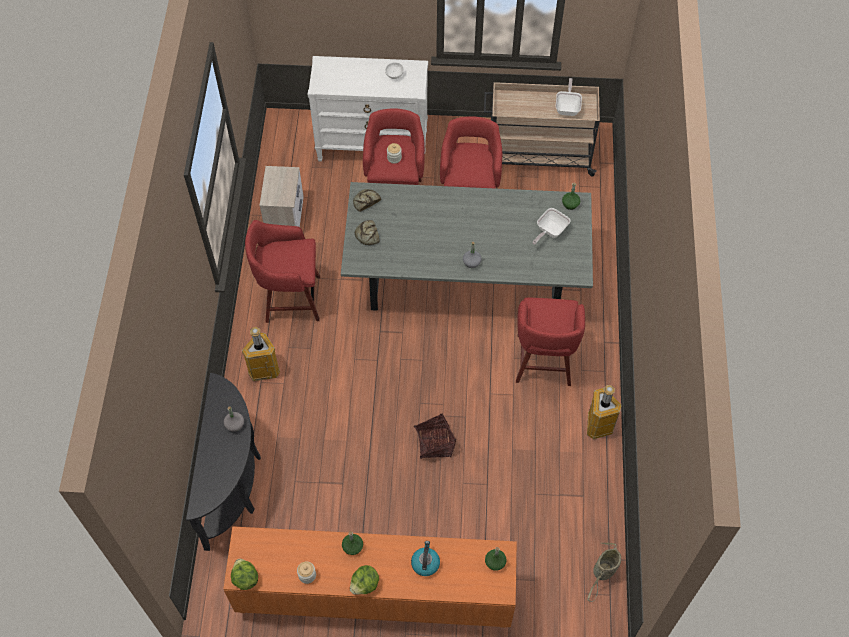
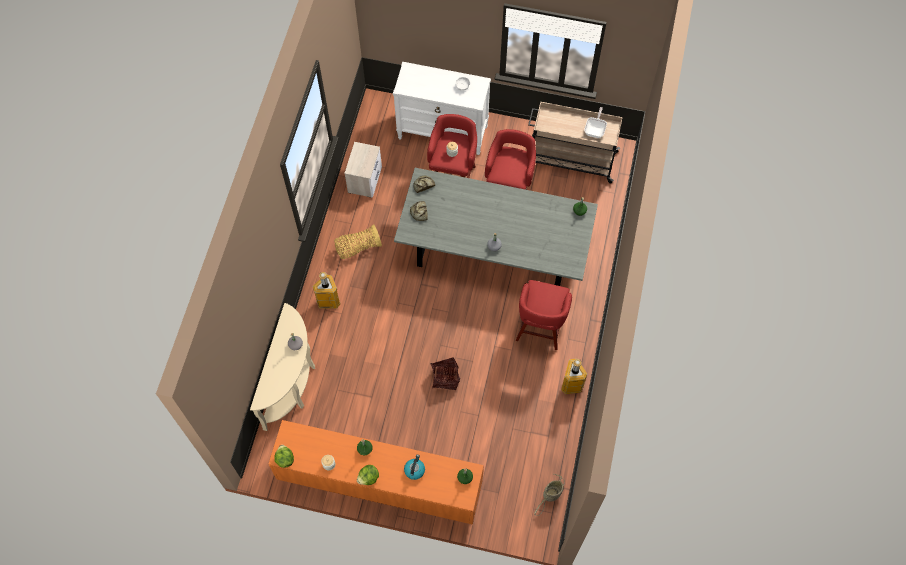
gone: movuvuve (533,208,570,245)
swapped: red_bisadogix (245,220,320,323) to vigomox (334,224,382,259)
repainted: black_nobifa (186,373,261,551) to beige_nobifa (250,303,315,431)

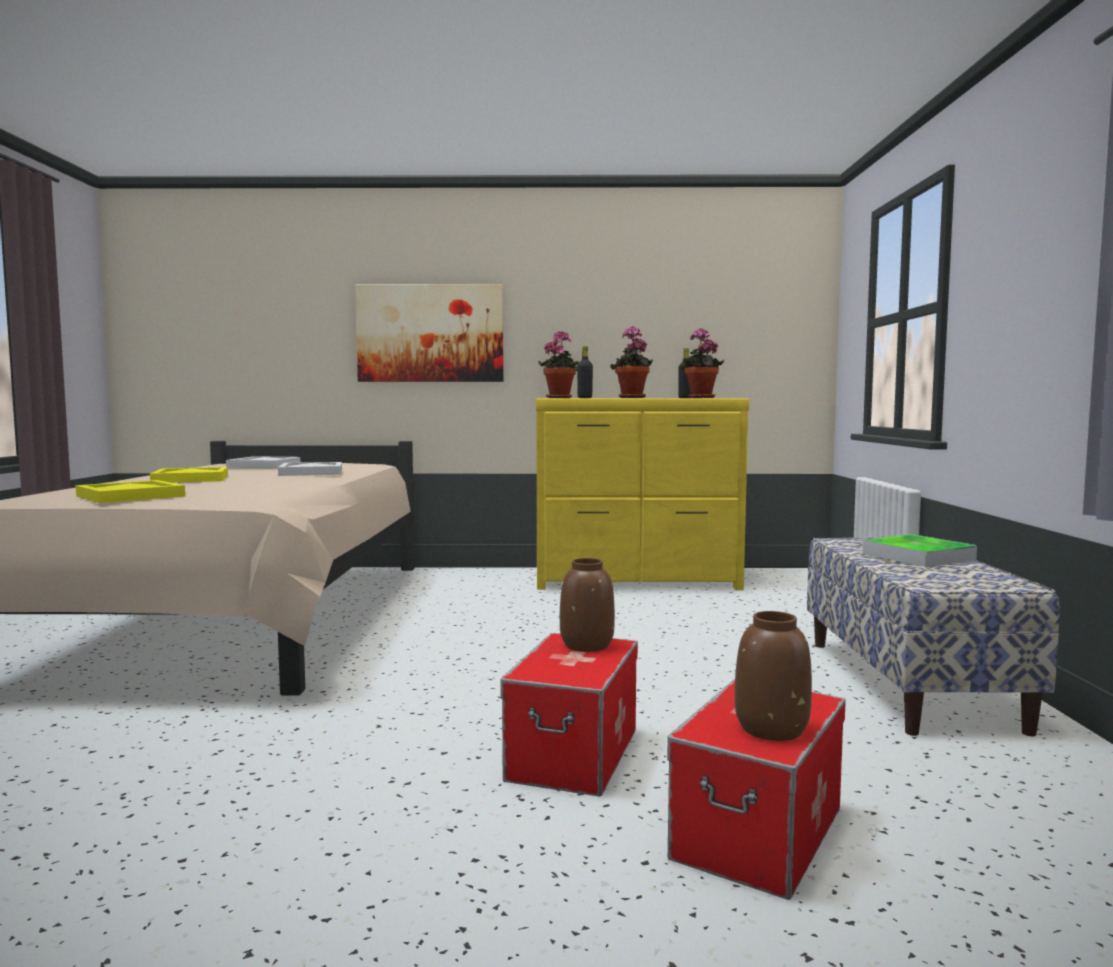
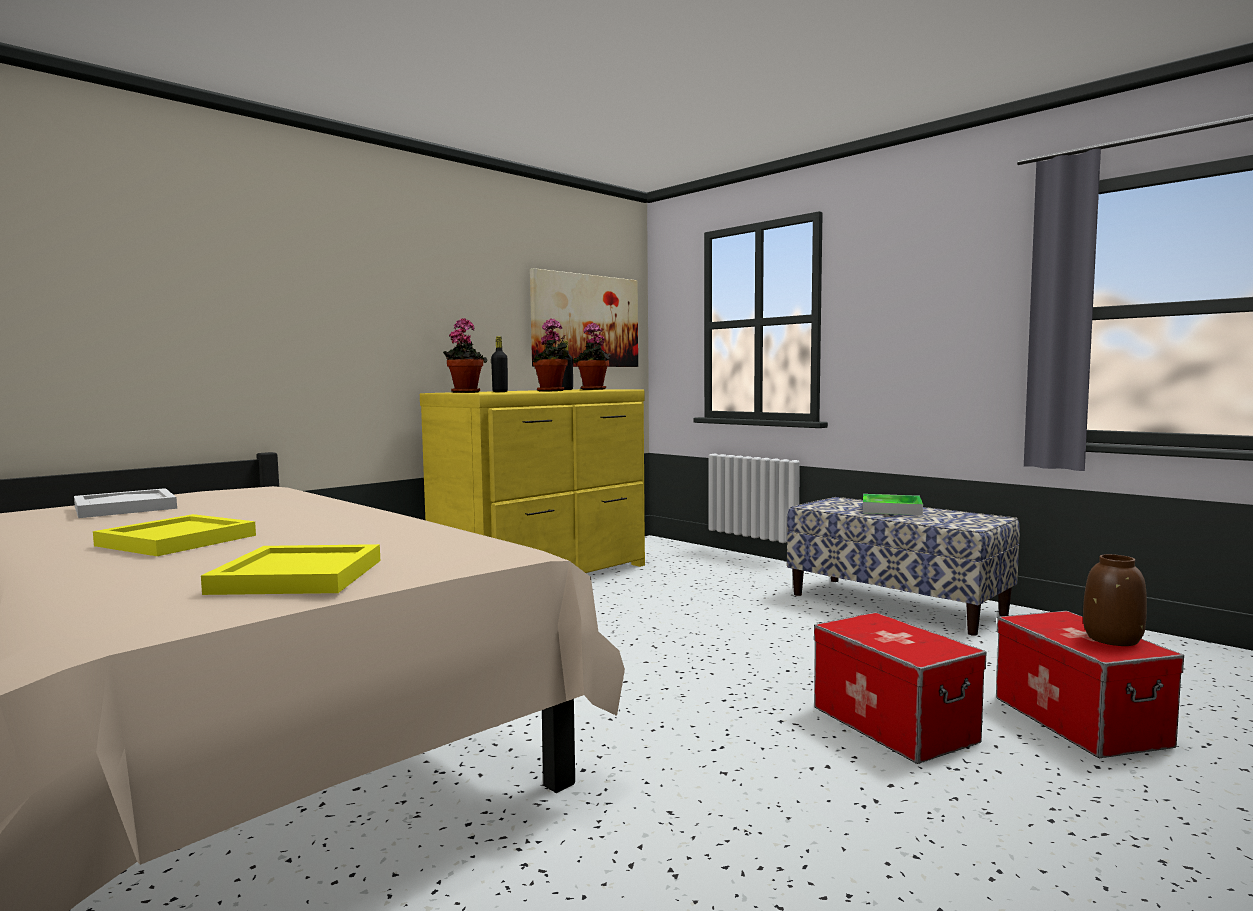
gone: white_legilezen (278,462,342,476); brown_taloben (560,558,615,652)
shifted: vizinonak (355,284,504,382) to (530,268,638,367)

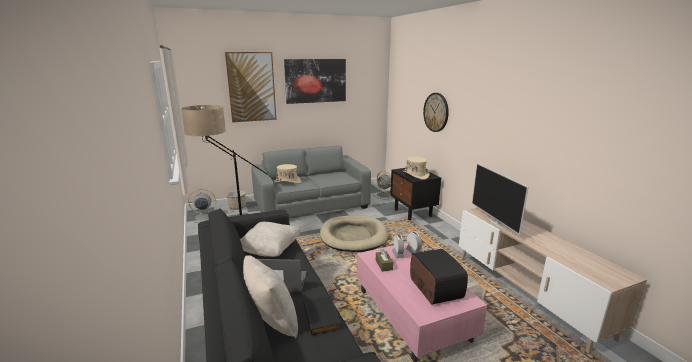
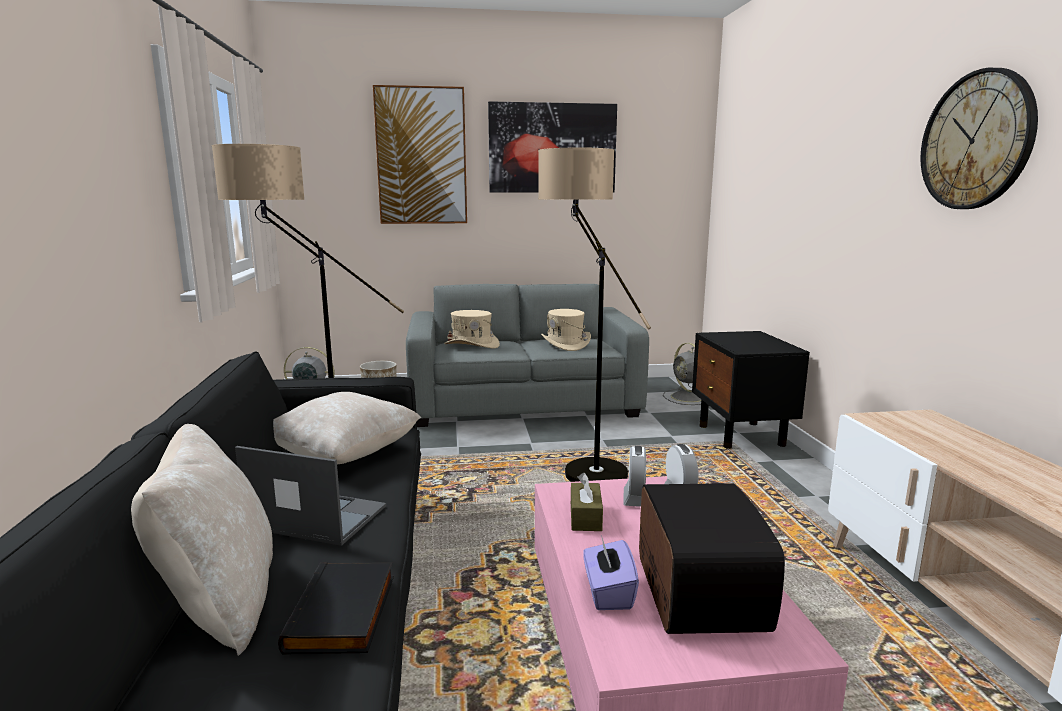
gone: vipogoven (472,163,529,235)
new: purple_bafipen (583,535,639,610)
shifted: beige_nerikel (403,157,430,180) to (541,309,591,351); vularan (423,93,449,132) to (920,68,1038,209)
swapped: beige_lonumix (320,215,388,252) to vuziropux (538,147,651,482)

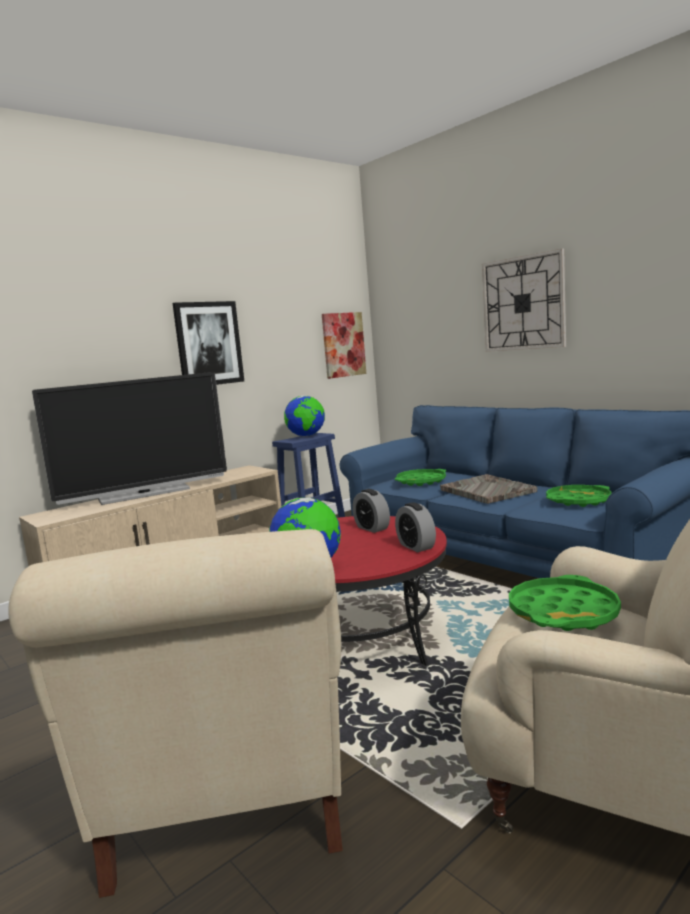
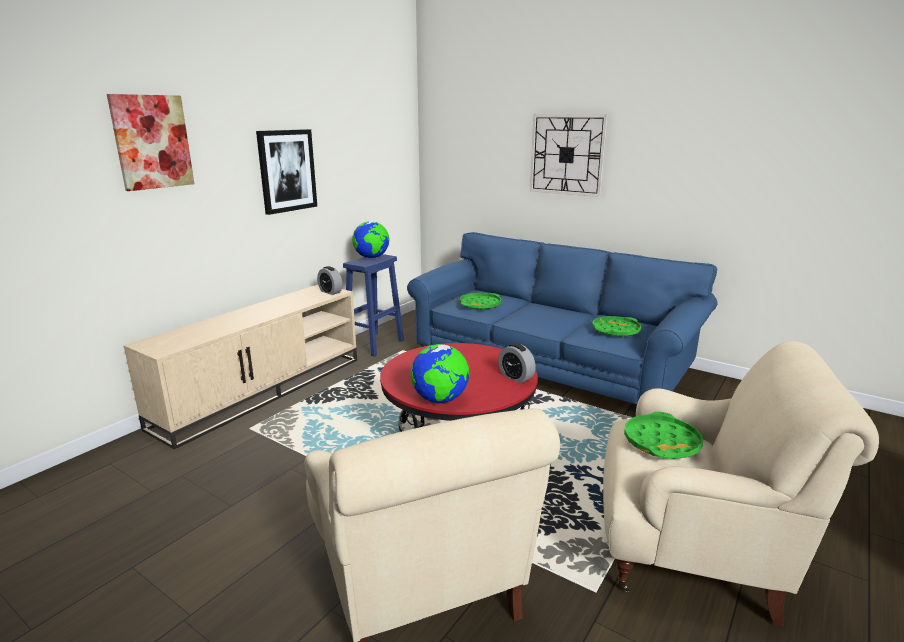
gone: vipogoven (32,372,227,505); grey_legilezen (440,474,537,504)
shifted: vizinonak (322,312,366,379) to (107,94,194,191); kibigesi (353,489,390,533) to (317,266,342,295)

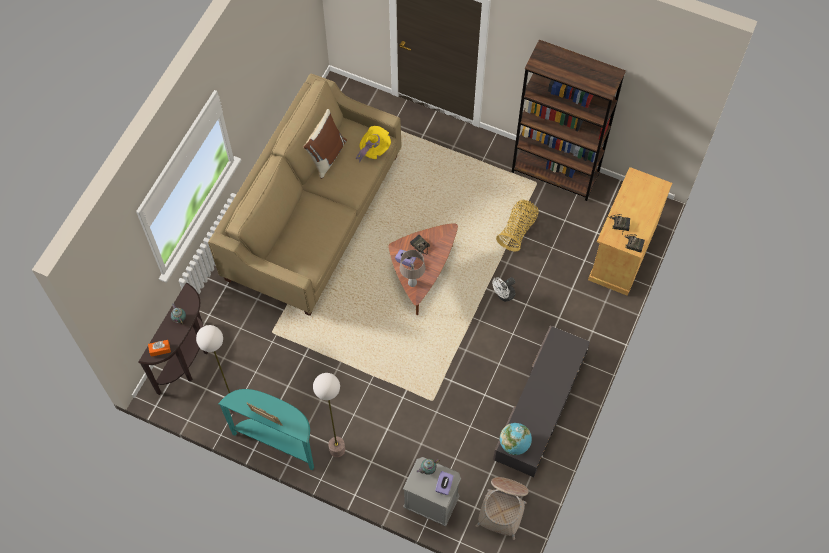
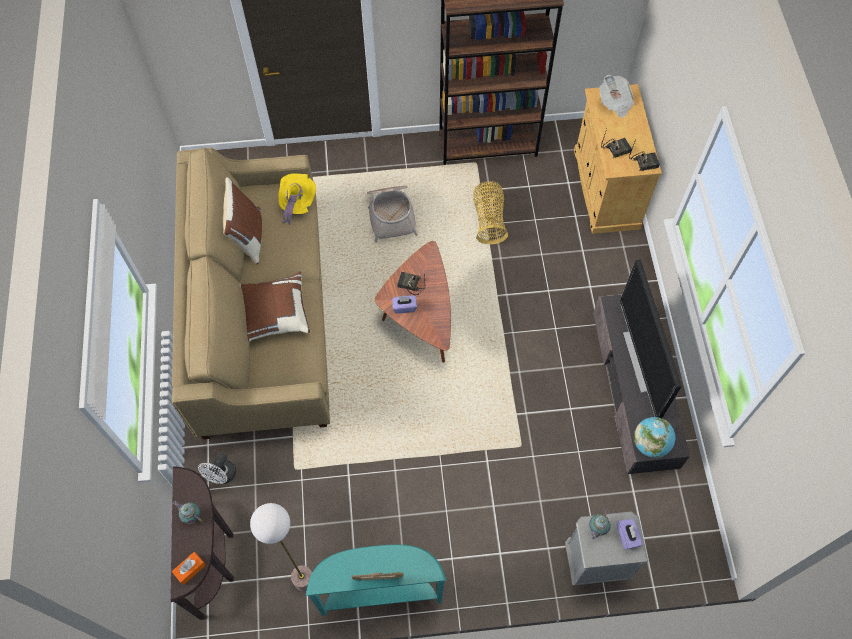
gone: vuziropux (313,373,345,457); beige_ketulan (400,250,425,287)
new: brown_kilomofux (240,271,310,342); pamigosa (599,74,635,118); vipogoven (620,260,682,418)
shifted: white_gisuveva (492,277,515,301) to (198,453,236,484); vigomox (476,477,529,540) to (367,186,418,243)

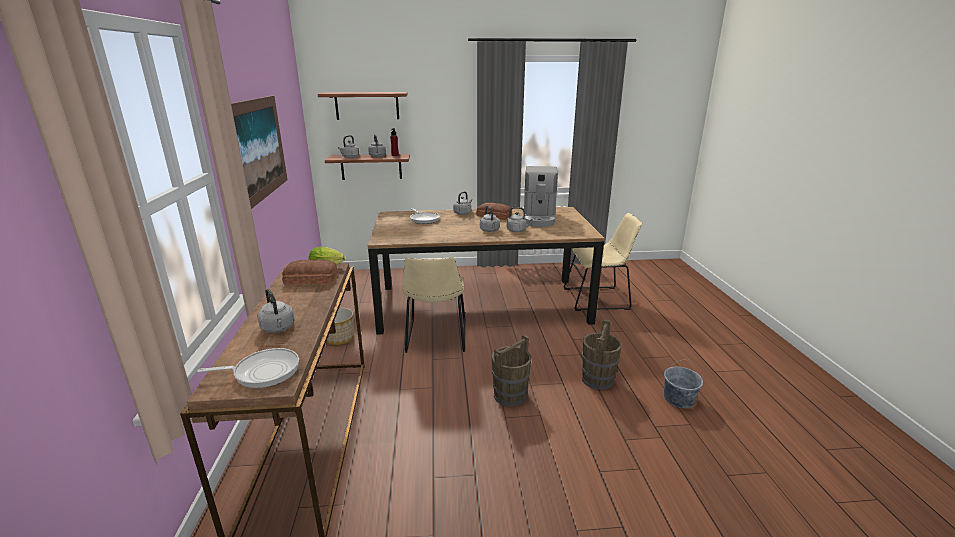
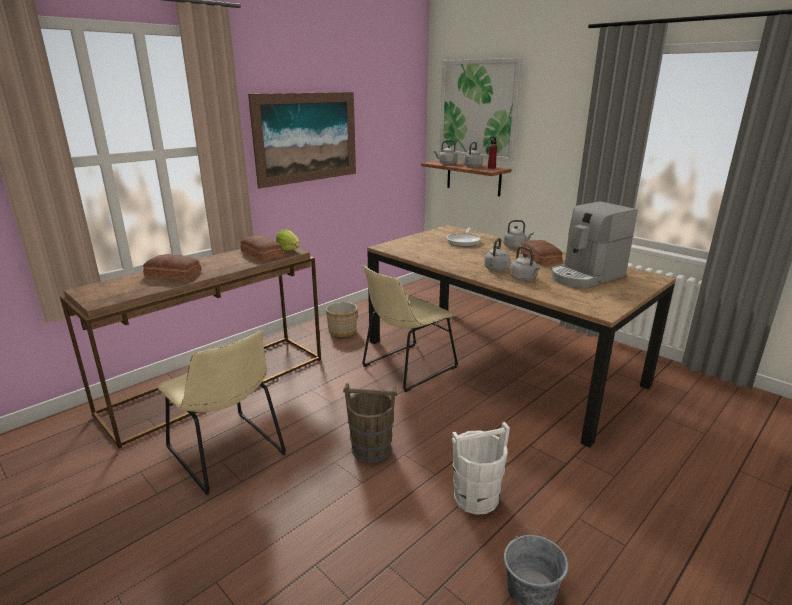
gone: movuvuve (197,348,299,388)
shifted: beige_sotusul (564,213,642,311) to (158,331,286,495)
swapped: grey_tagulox (257,289,295,333) to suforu (143,254,202,280); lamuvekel (318,92,408,120) to vizinonak (439,58,522,162)
repainted: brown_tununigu (582,320,622,390) to white_tununigu (452,422,510,515)

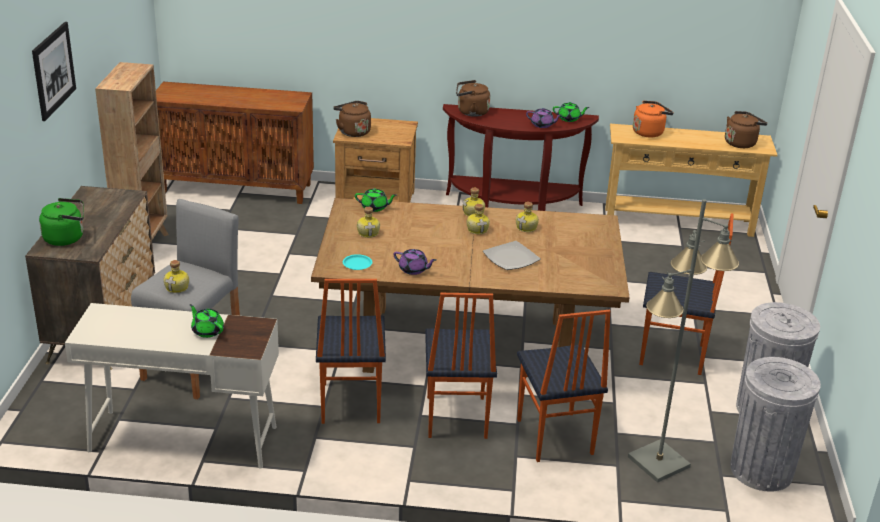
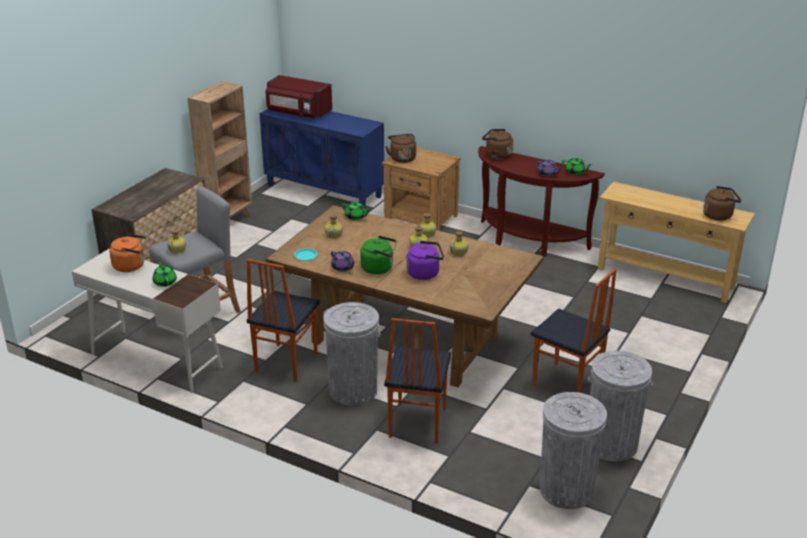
gone: vizinonak (32,22,76,121); grey_vuziropux (628,199,739,483)
new: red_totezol (266,75,332,119)
shifted: orange_tagulox (633,101,674,137) to (109,234,146,272); green_tagulox (39,198,84,246) to (360,236,397,274)
swapped: sotusul (425,293,497,439) to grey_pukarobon (324,302,380,405); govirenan (483,241,541,270) to purple_tagulox (407,241,444,280)
repainted: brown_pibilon (156,82,314,204) to blue_pibilon (259,109,384,208)

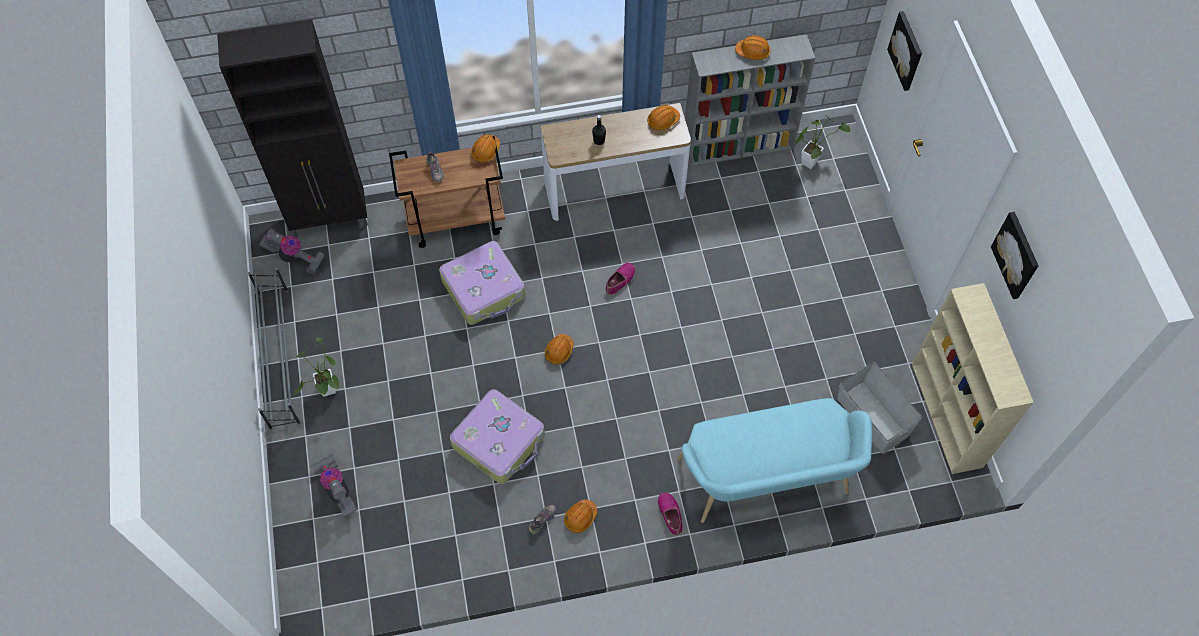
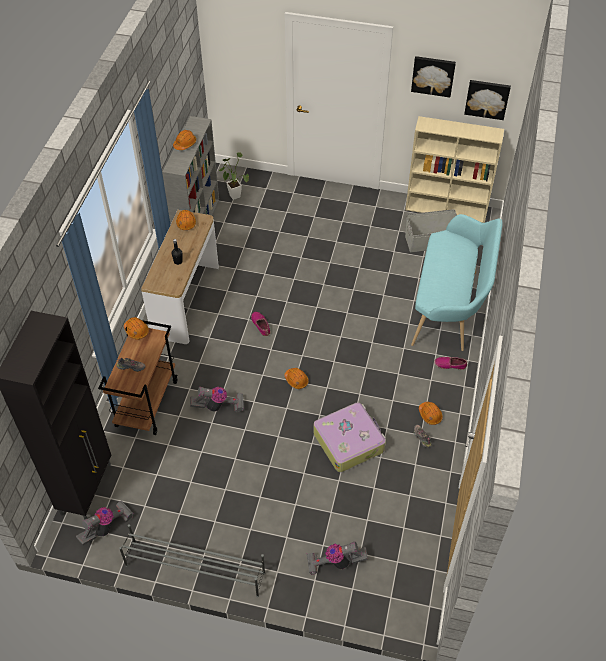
gone: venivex (294,337,339,397)
shifted: vizinonak (887,11,922,91) to (464,80,511,120)
swapped: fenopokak (439,241,525,325) to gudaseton (190,387,244,412)

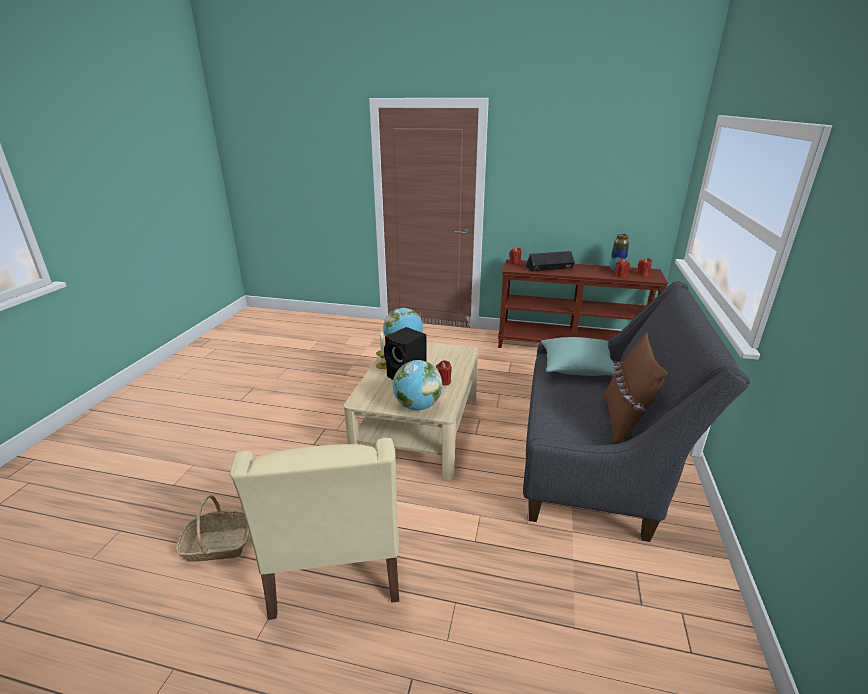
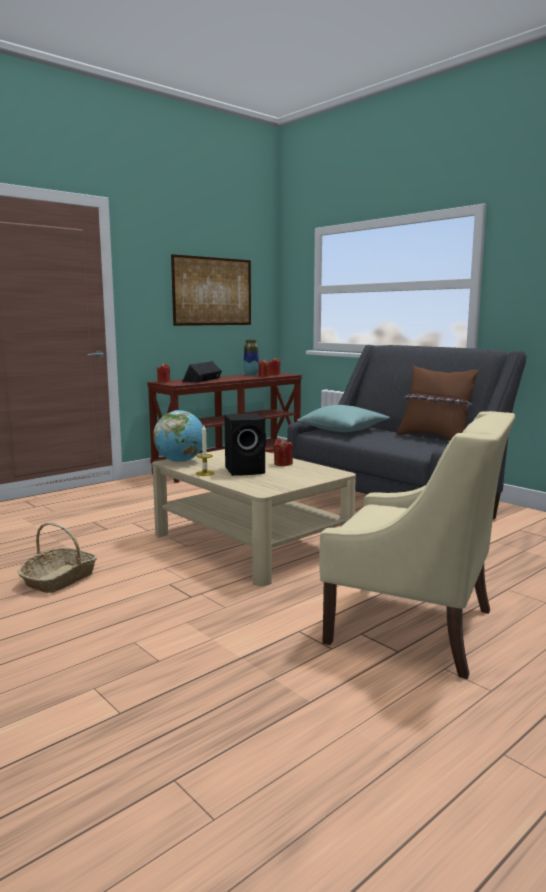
gone: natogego (393,360,442,410)
new: vizinonak (171,254,251,326)
shifted: vigomox (176,495,249,562) to (18,522,97,593)

